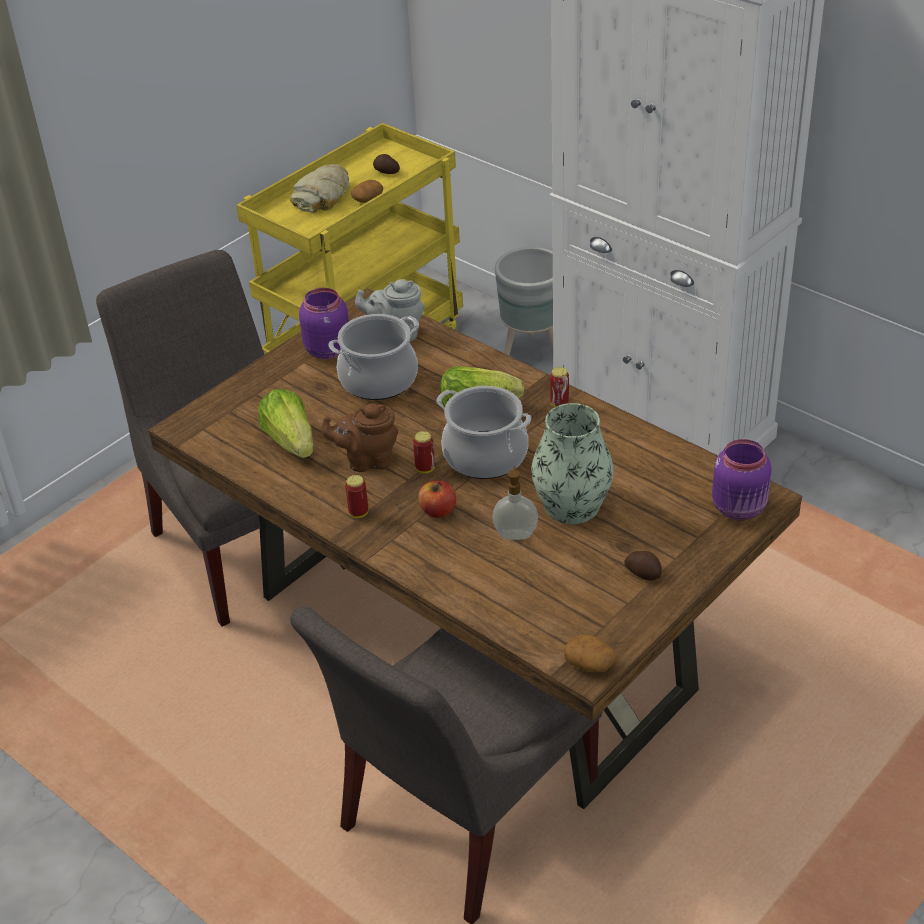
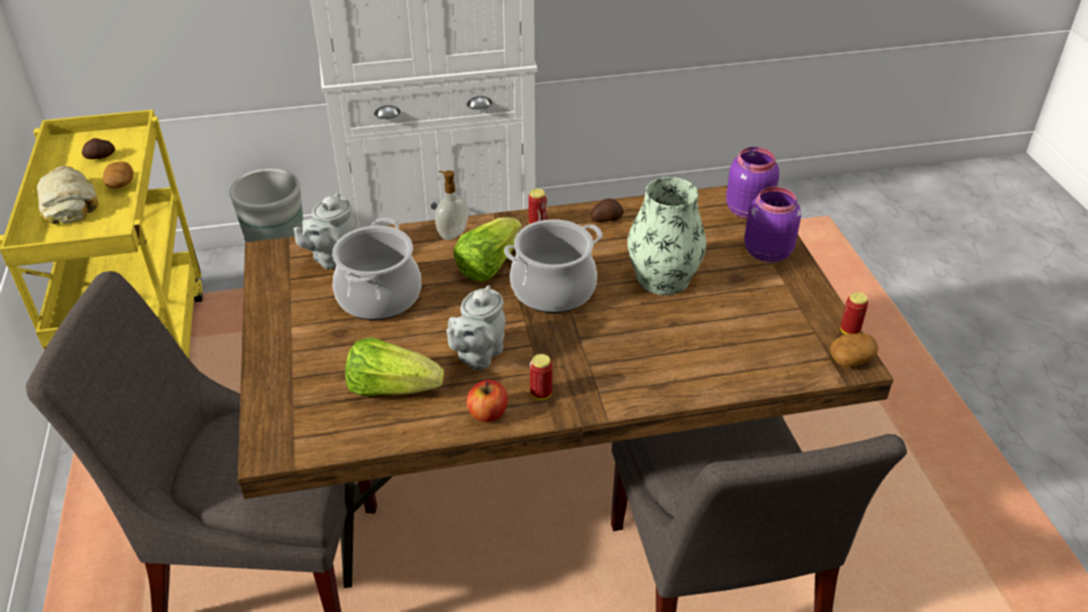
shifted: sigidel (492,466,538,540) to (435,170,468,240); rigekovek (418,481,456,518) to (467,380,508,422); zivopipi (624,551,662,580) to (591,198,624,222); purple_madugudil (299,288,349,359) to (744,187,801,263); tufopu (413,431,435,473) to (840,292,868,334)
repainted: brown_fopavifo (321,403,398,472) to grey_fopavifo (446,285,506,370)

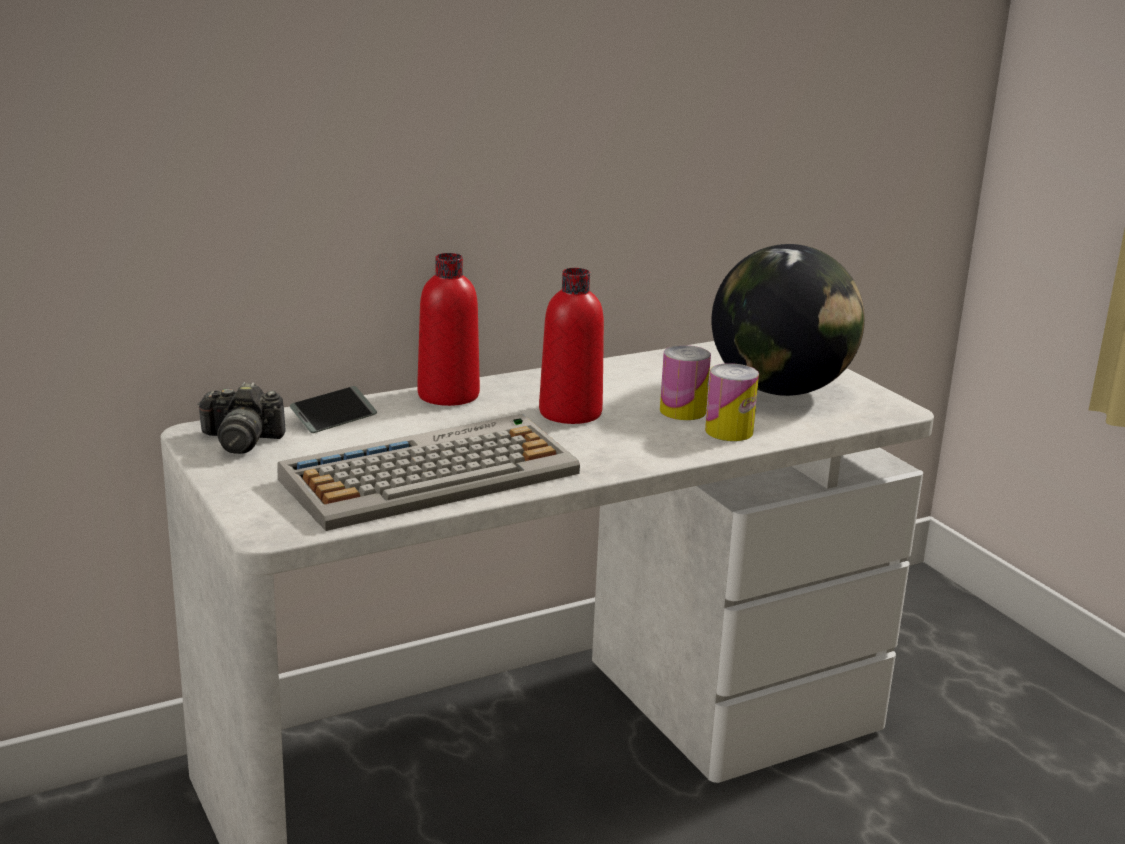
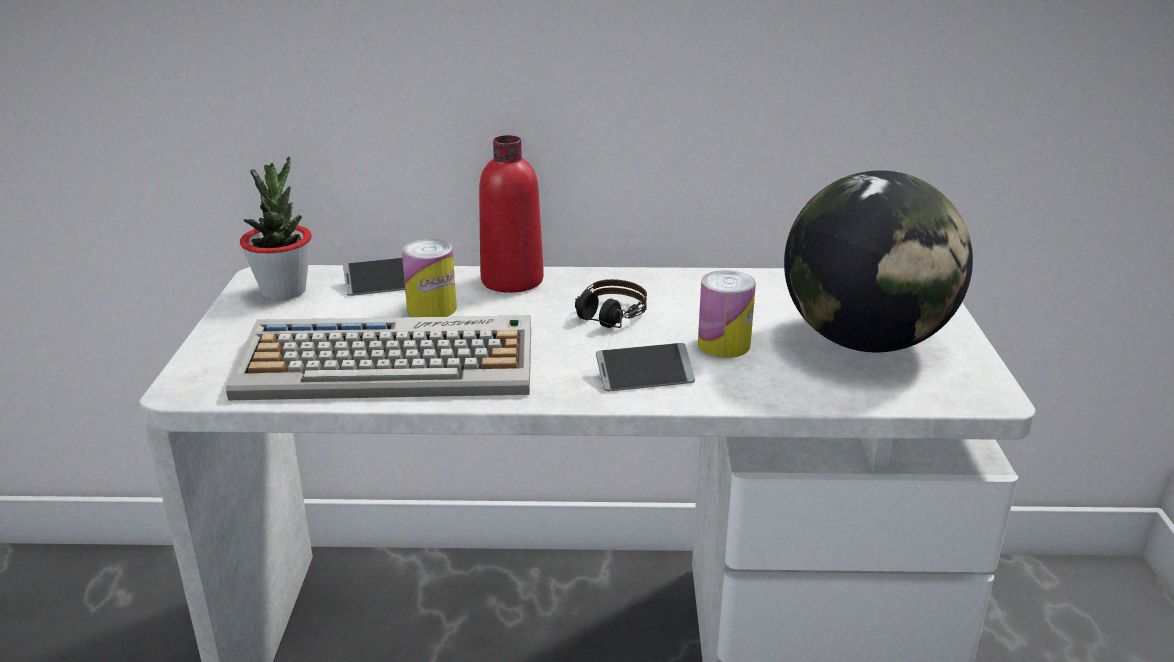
new: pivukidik (596,343,695,392)
shifted: tufopu (705,363,759,441) to (402,239,457,317)
swapped: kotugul (197,382,286,454) to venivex (240,156,312,300); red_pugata (539,268,604,424) to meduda (575,279,647,328)

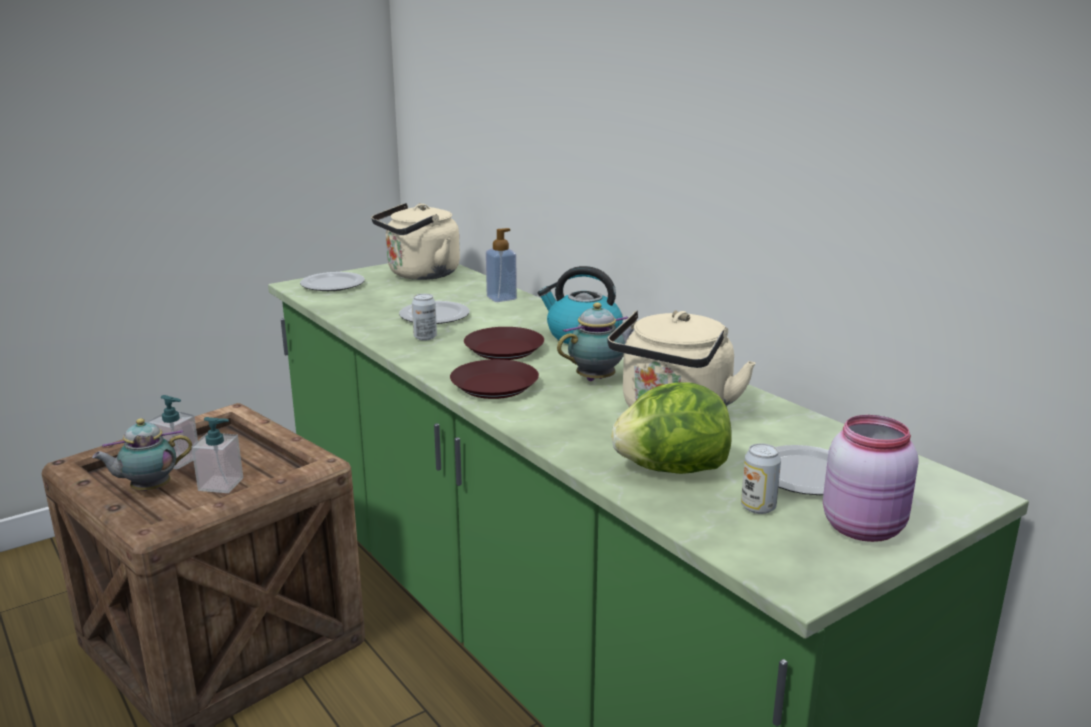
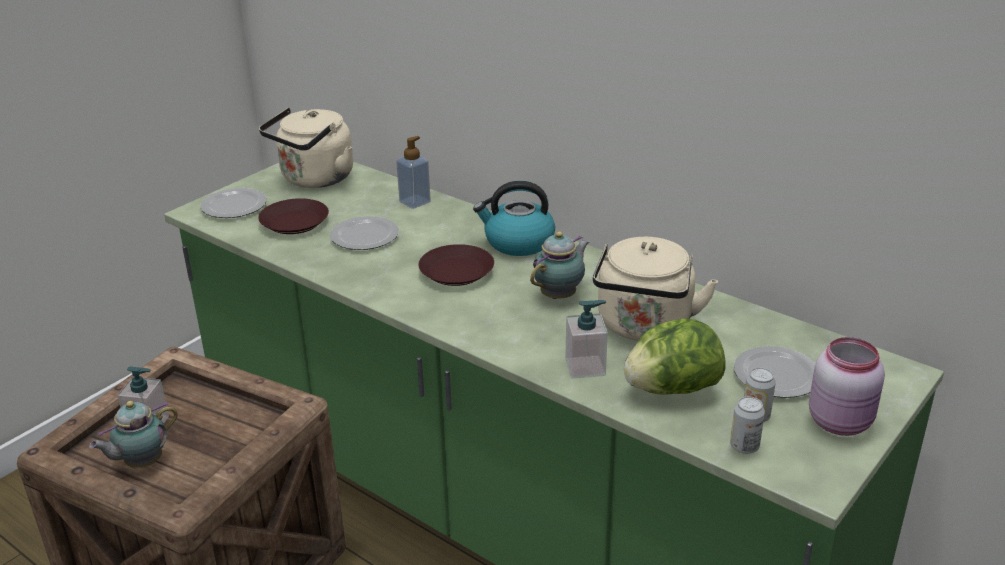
shifted: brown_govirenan (450,359,539,399) to (258,198,329,234); sigidel (191,417,243,493) to (565,300,608,379); tufopu (412,294,437,341) to (730,396,765,454)

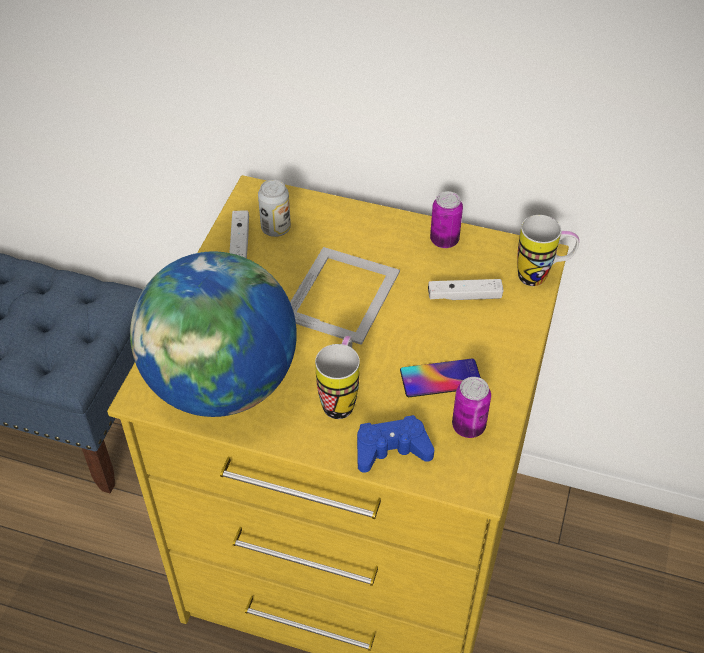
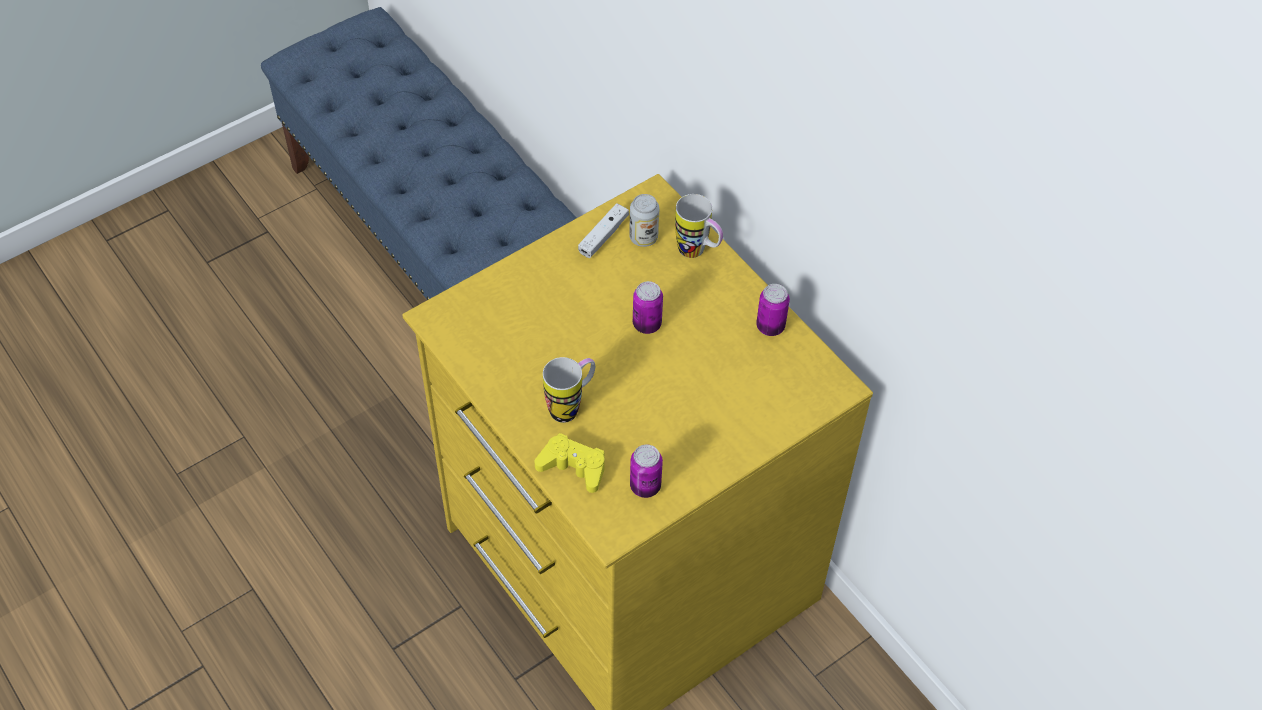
gone: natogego (130,251,297,417); pivukidik (400,359,481,397); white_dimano (428,279,503,300)
shifted: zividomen (517,215,579,286) to (675,194,723,258)
swapped: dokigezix (290,247,400,345) to tufopu (633,281,663,334)
repainted: blue_dimano (357,415,434,473) to yellow_dimano (535,433,604,493)

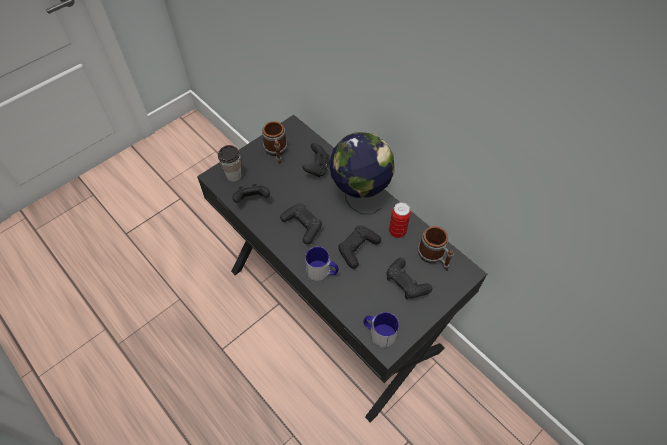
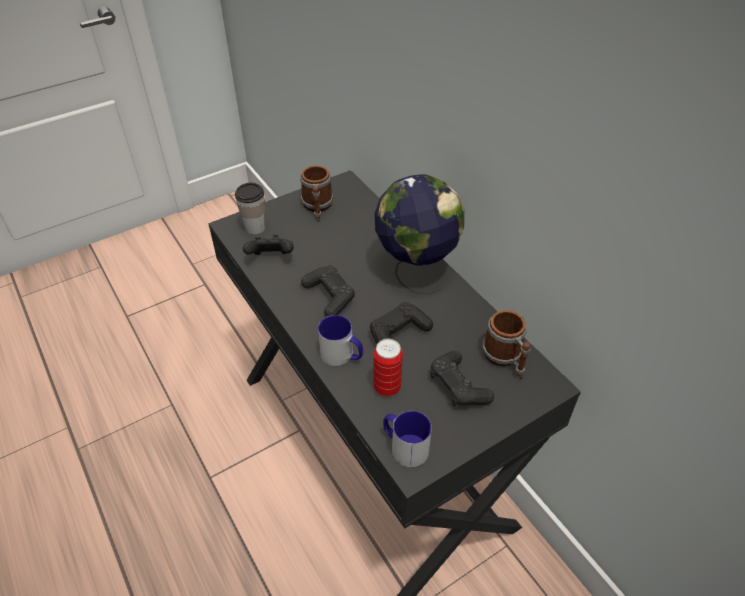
gone: black_dimano (302,143,330,177)
shifted: tufopu (389,202,411,238) to (374,339,403,397)

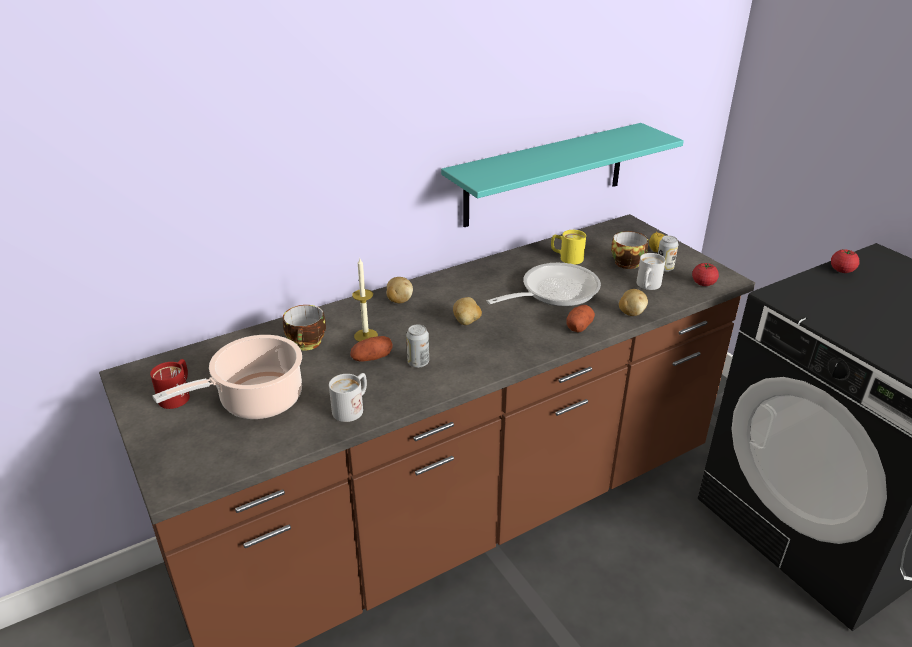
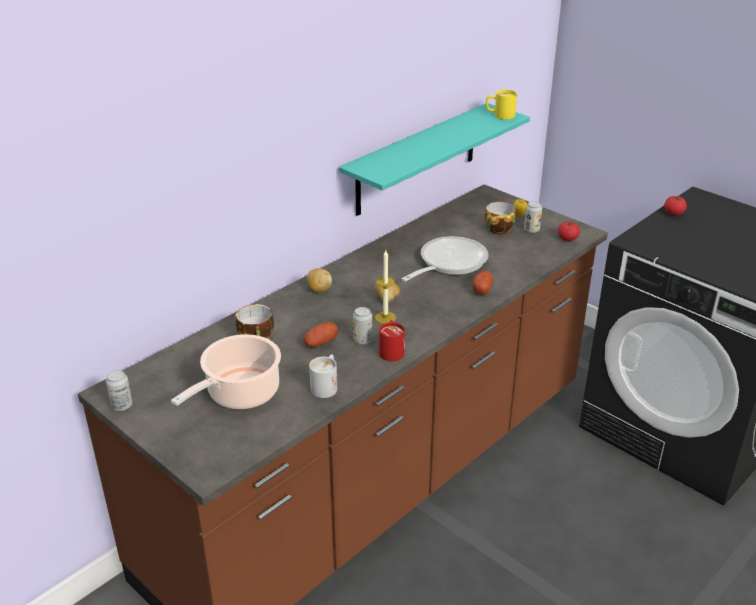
gone: zivopipi (619,289,648,316); white_zividomen (636,253,666,290)
new: tufopu (106,370,132,411)
shifted: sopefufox (352,258,378,342) to (375,250,396,324); red_zividomen (150,359,190,409) to (379,320,405,361); yellow_zividomen (551,230,586,265) to (486,89,517,120)

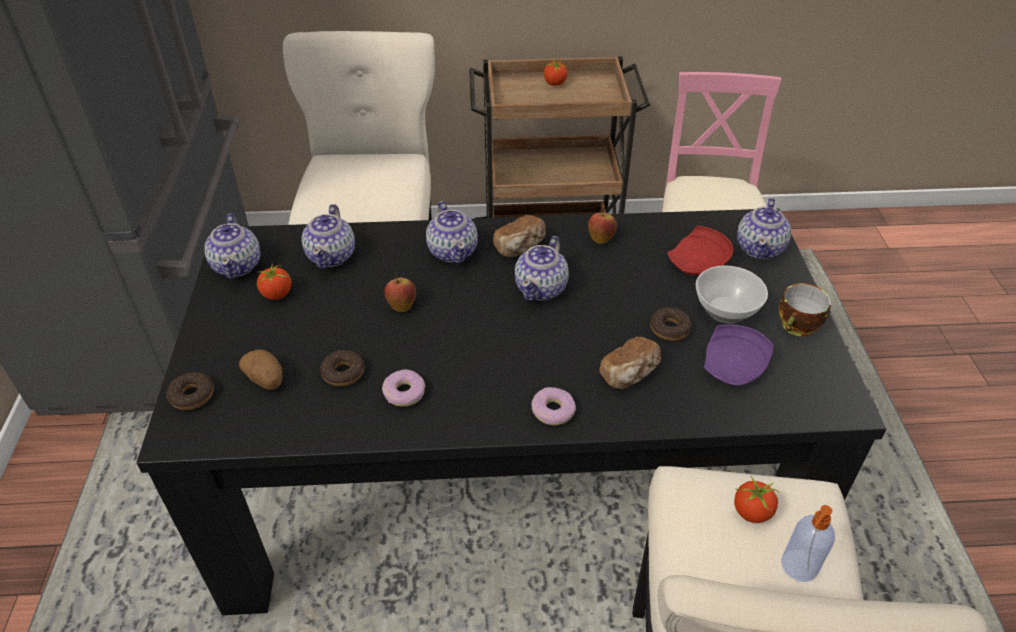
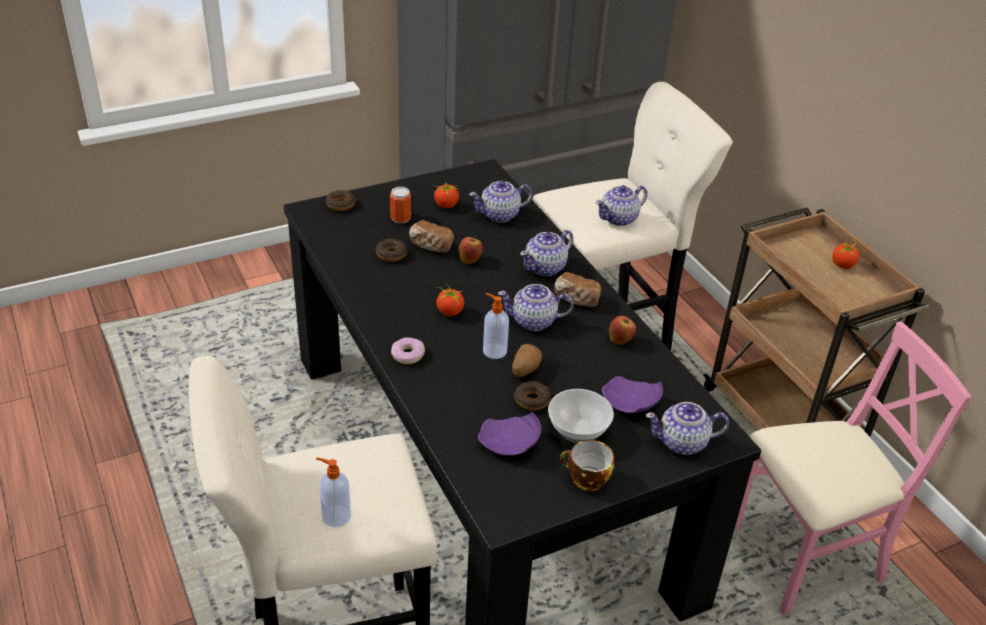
gone: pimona (382,369,425,407)
new: tufopu (390,187,411,223); sigidel (483,293,509,359)
shifted: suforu (600,337,661,389) to (409,220,454,253); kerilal (734,476,780,523) to (436,283,464,316); zivopipi (239,349,282,390) to (512,344,542,377); fopavifo (205,213,261,279) to (595,185,647,226)
repainted: red_govirenan (667,226,733,276) to purple_govirenan (602,376,663,413)

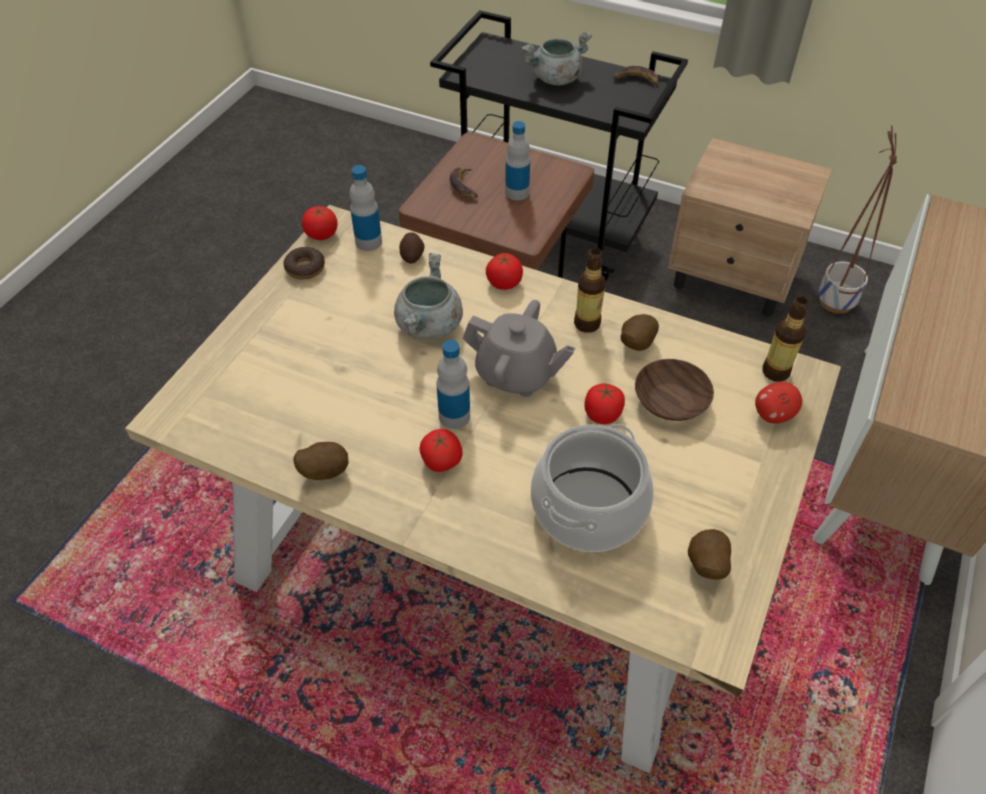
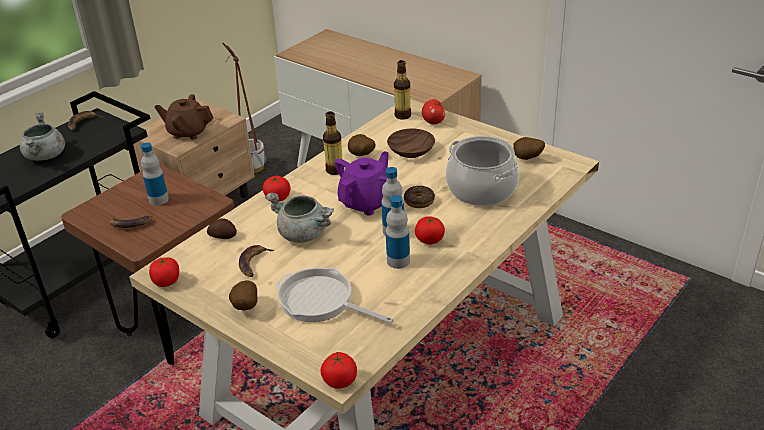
new: brown_fopavifo (155,94,213,140); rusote (239,245,275,277); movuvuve (276,267,394,324)
shifted: zivopipi (293,442,348,480) to (229,280,257,310); kerilal (584,383,625,424) to (320,352,357,389); pugata (350,165,382,251) to (386,195,410,269); pimona (283,247,325,280) to (404,186,435,208)
repainted: grey_fopavifo (463,300,575,397) to purple_fopavifo (335,151,389,215)

